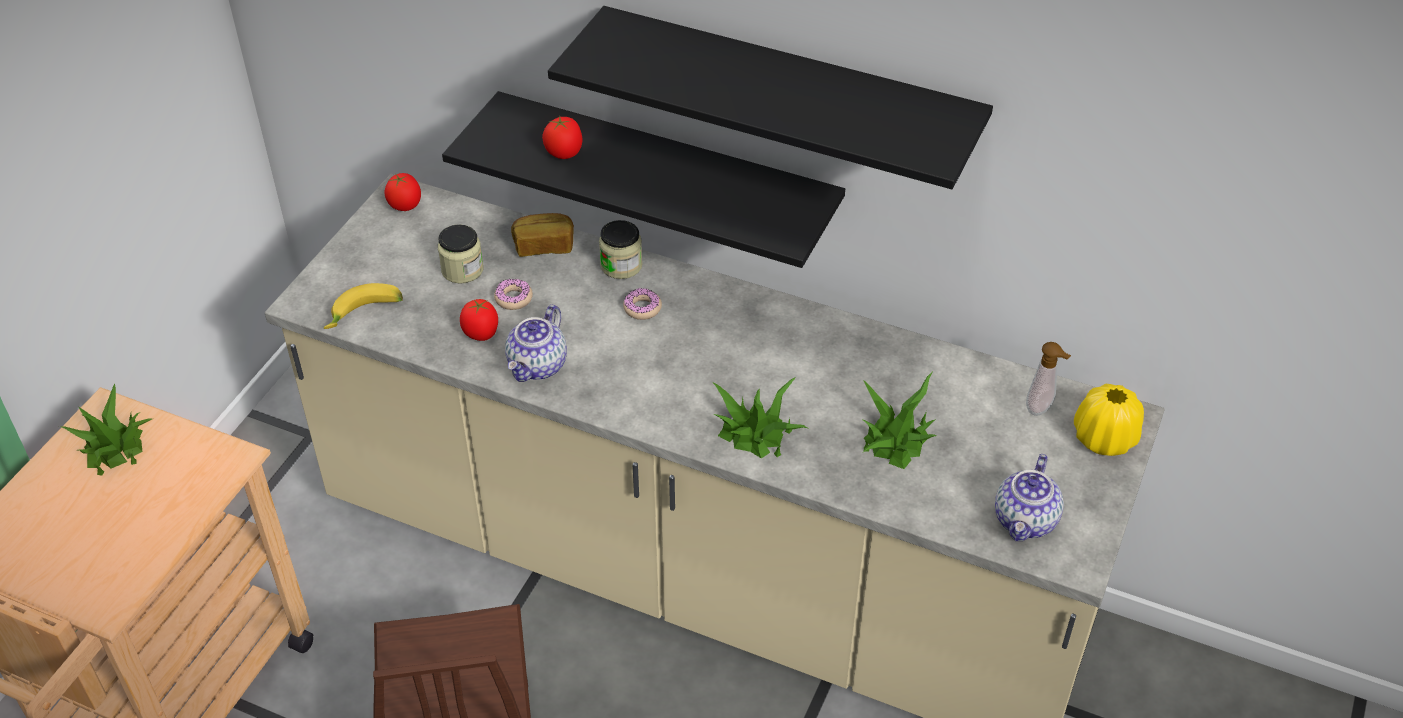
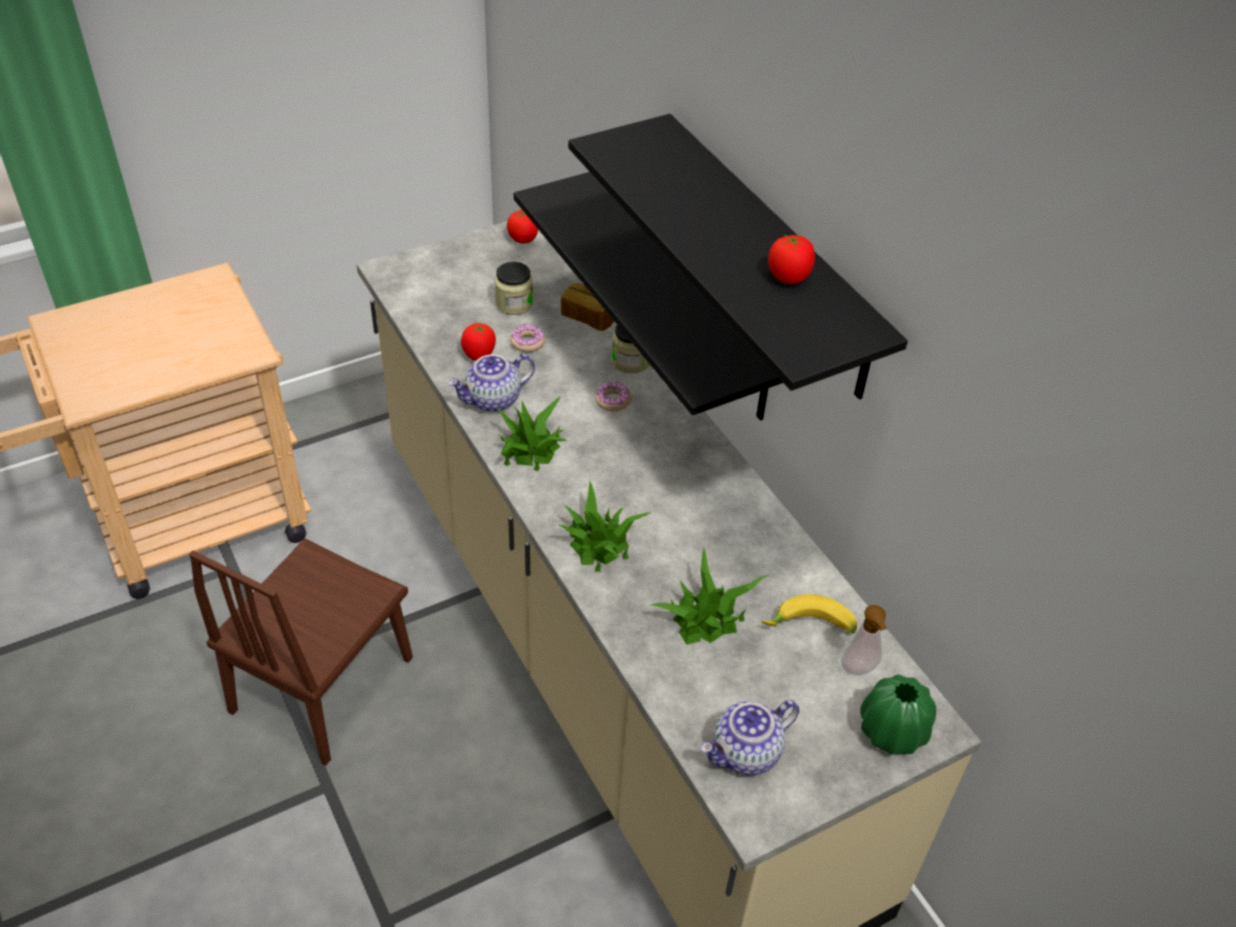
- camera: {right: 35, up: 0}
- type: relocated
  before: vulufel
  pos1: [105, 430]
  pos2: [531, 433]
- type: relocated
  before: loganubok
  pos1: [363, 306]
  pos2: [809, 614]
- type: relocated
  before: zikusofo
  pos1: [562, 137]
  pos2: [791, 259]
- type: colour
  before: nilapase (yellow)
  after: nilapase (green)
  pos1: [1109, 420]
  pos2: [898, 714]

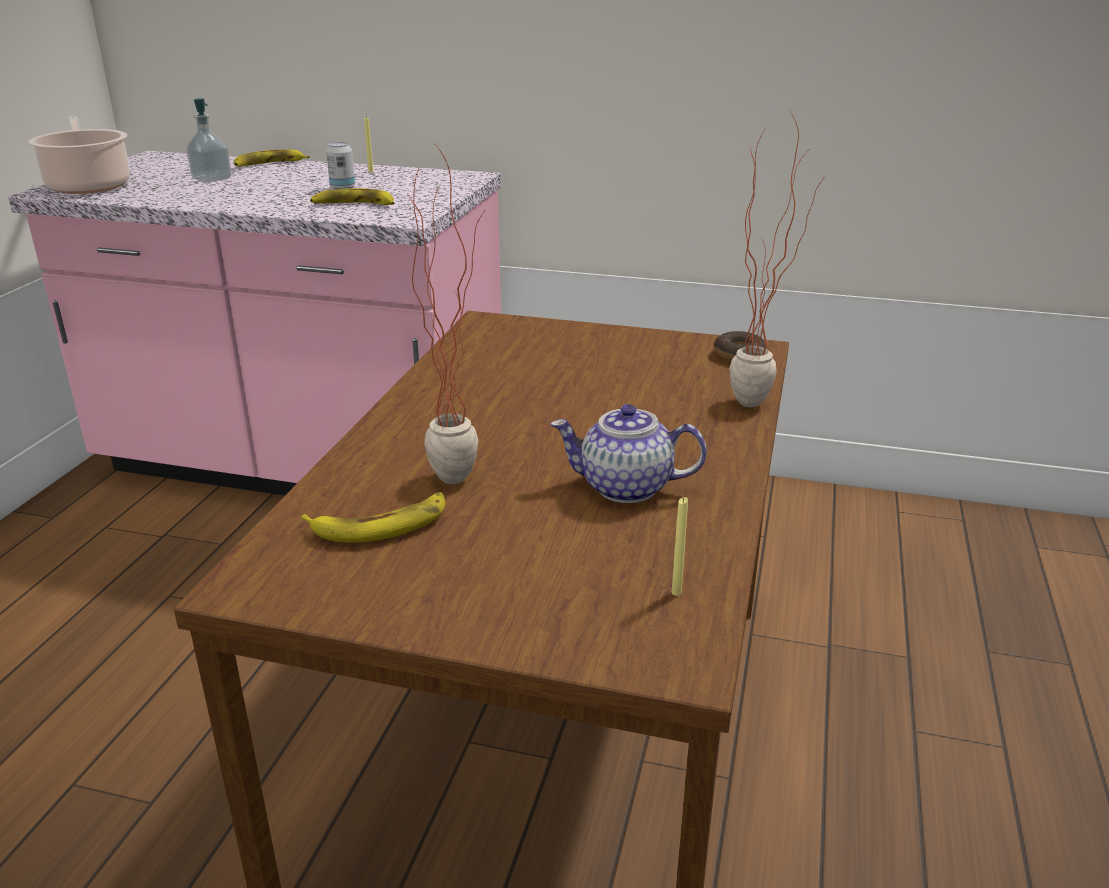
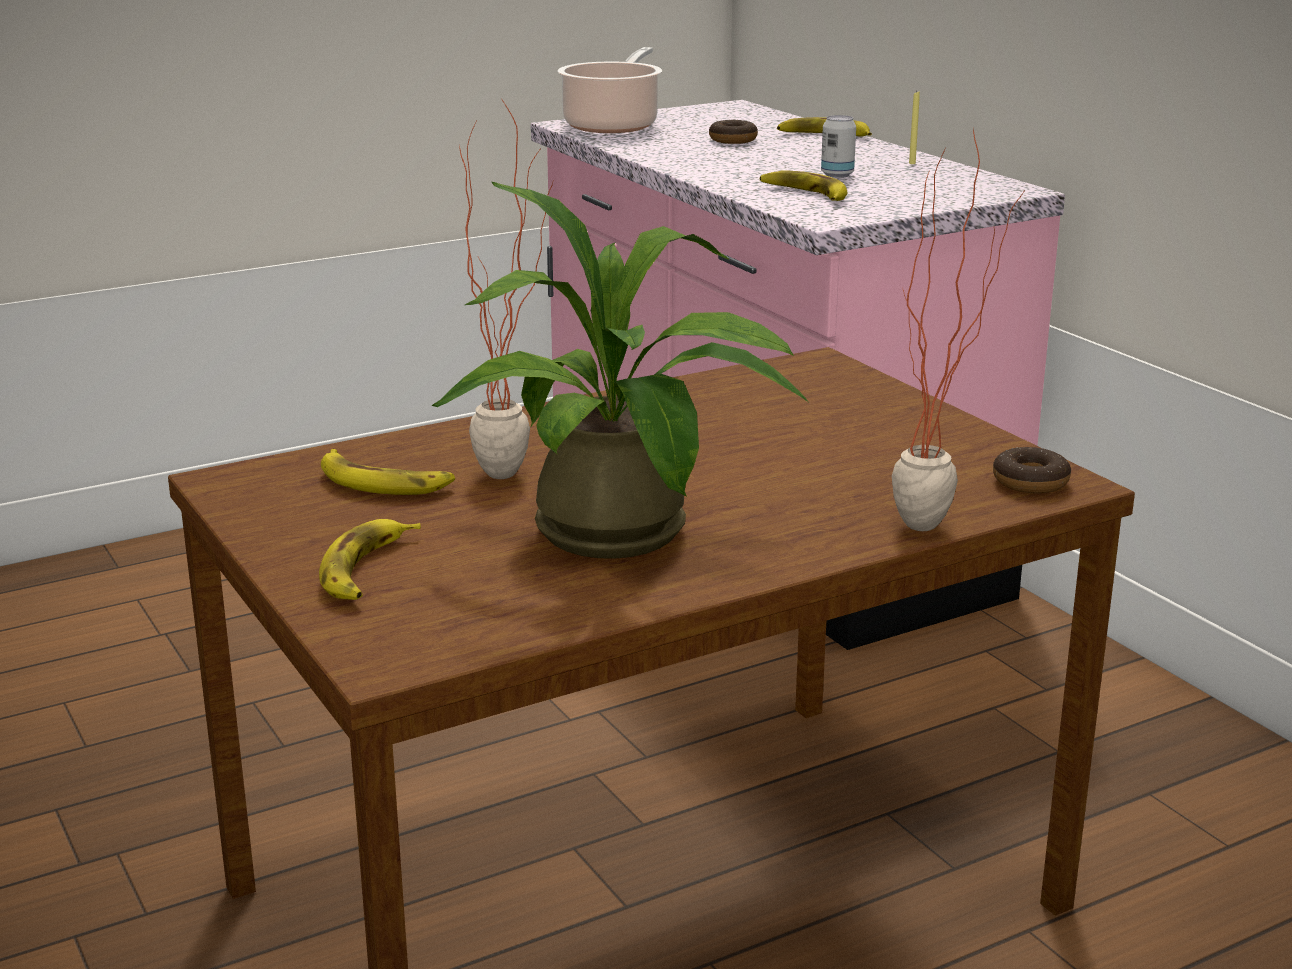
- camera: {right: 45, up: -5}
- type: appeared
  after: loganubok
  pos2: [370, 559]
- type: exchanged
  before: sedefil
  after: vulufel
  pos1: [628, 453]
  pos2: [619, 370]
- type: exchanged
  before: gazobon
  after: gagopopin
  pos1: [209, 140]
  pos2: [733, 132]
- type: missing
  before: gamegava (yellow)
  pos1: [680, 546]

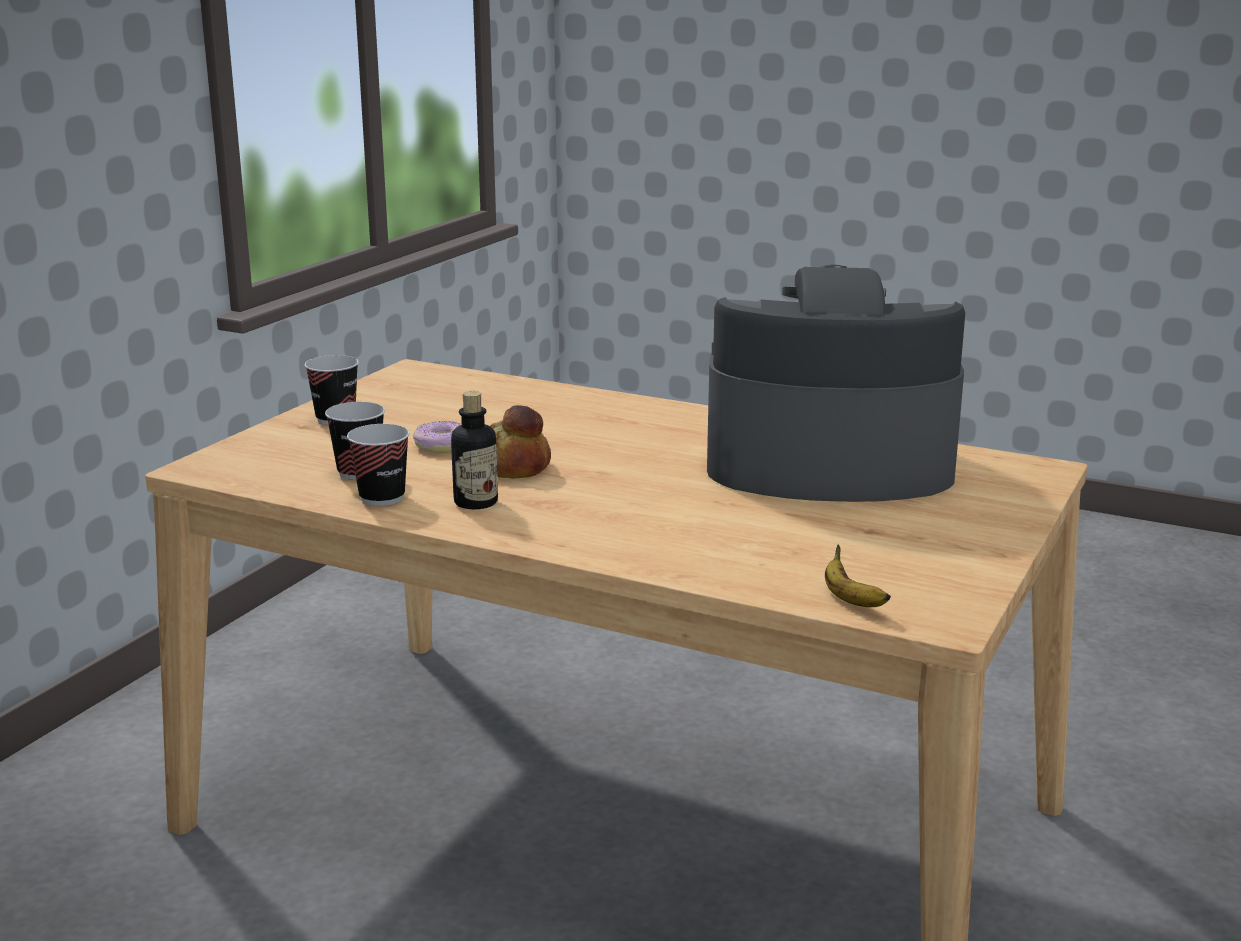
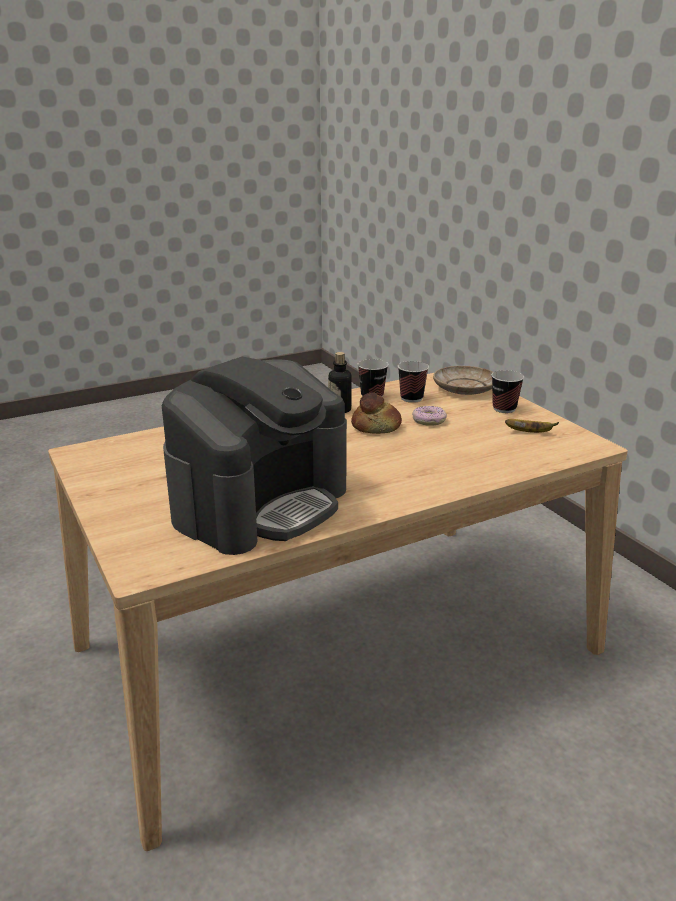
- camera: {right: 125, up: 5}
- type: appeared
  after: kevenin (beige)
  pos2: [463, 380]
- type: relocated
  before: loganubok
  pos1: [858, 576]
  pos2: [532, 426]

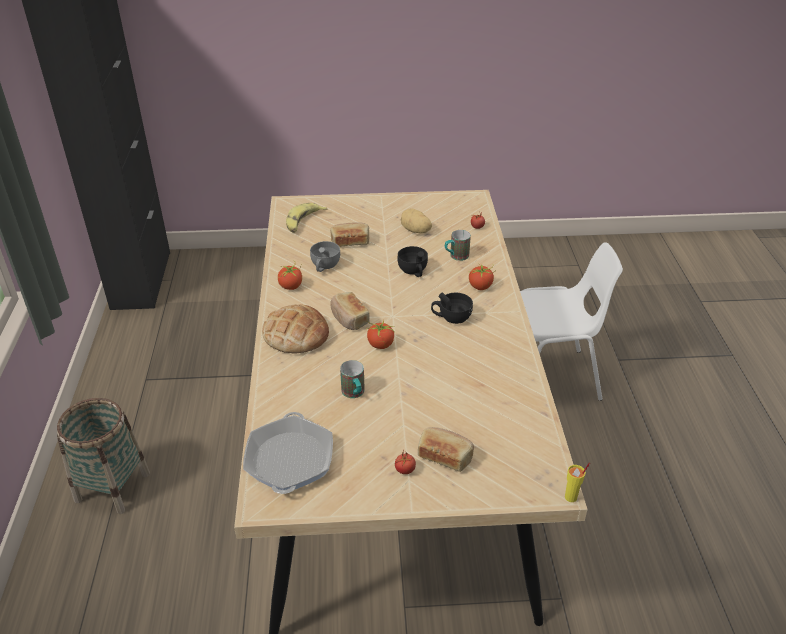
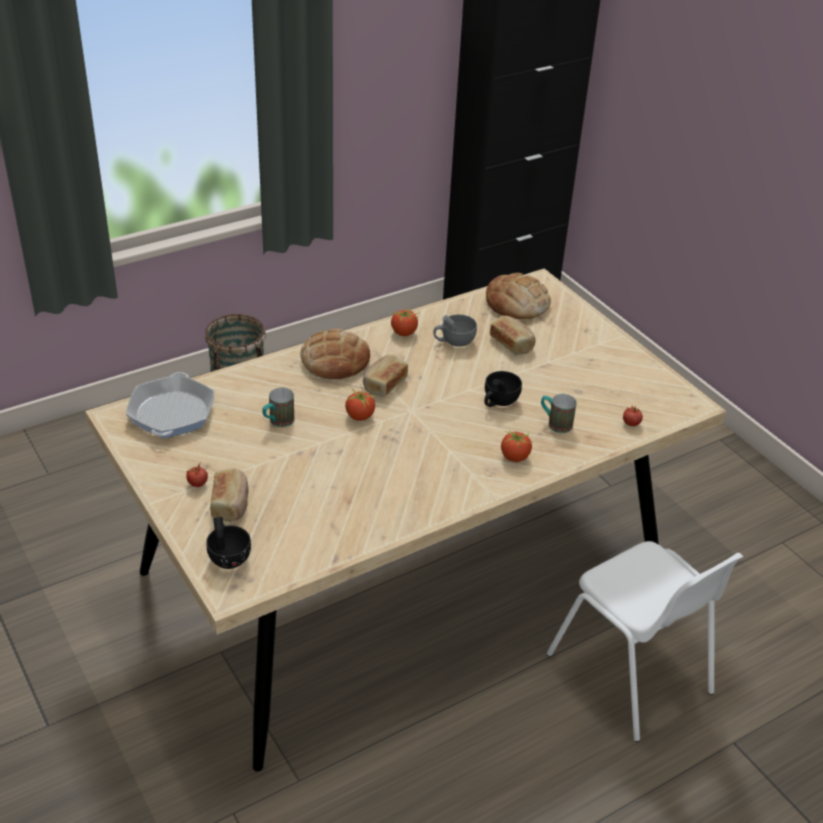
- camera: {right: 60, up: 0}
- type: spun
  before: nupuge
  pos1: [288, 453]
  pos2: [170, 405]
  turn: -60
- type: relocated
  before: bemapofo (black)
  pos1: [452, 308]
  pos2: [228, 543]
- type: exchanged
  before: loganubok
  after: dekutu
  pos1: [306, 218]
  pos2: [518, 296]
- type: missing
  before: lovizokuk
  pos1: [416, 221]
- type: missing
  before: bemapofo (yellow)
  pos1: [577, 482]

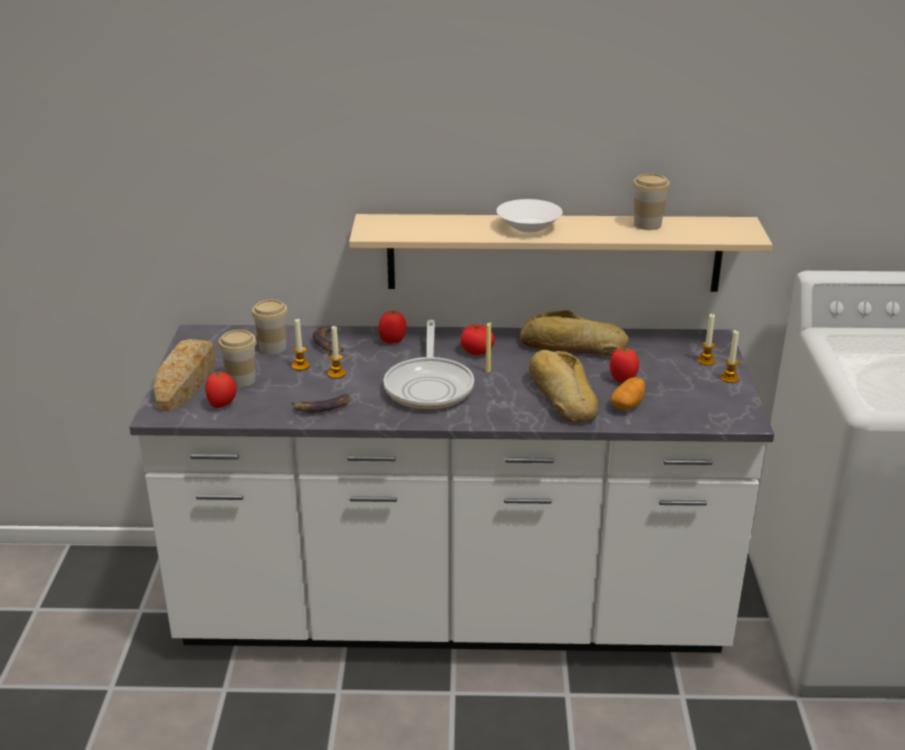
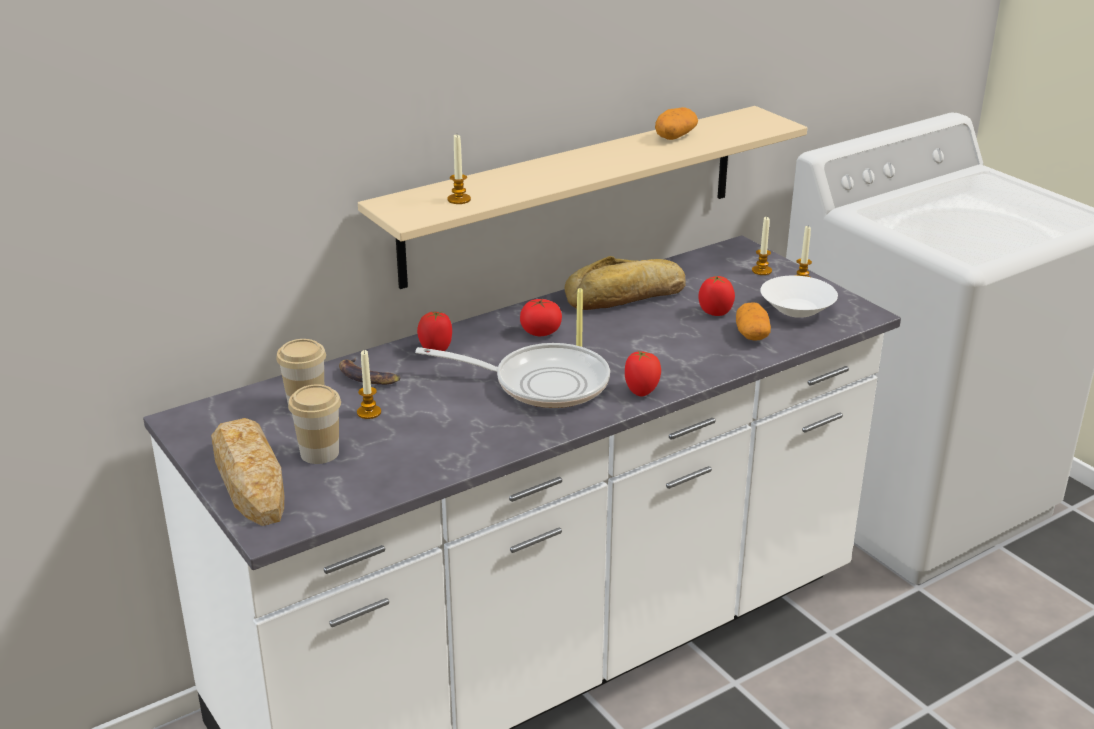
- camera: {right: -35, up: 0}
- type: spun
  before: nupuge
  pos1: [429, 364]
  pos2: [512, 375]
  turn: -45
- type: relocated
  before: gamegava
  pos1: [337, 352]
  pos2: [459, 169]
- type: relocated
  before: zikusofo
  pos1: [221, 390]
  pos2: [643, 373]
- type: exchanged
  before: bemapofo
  after: lovizokuk
  pos1: [651, 202]
  pos2: [676, 123]
- type: relocated
  before: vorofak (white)
  pos1: [530, 215]
  pos2: [799, 297]
- type: missing
  before: loganubok
  pos1: [320, 403]
- type: missing
  before: dekutu
  pos1: [563, 386]

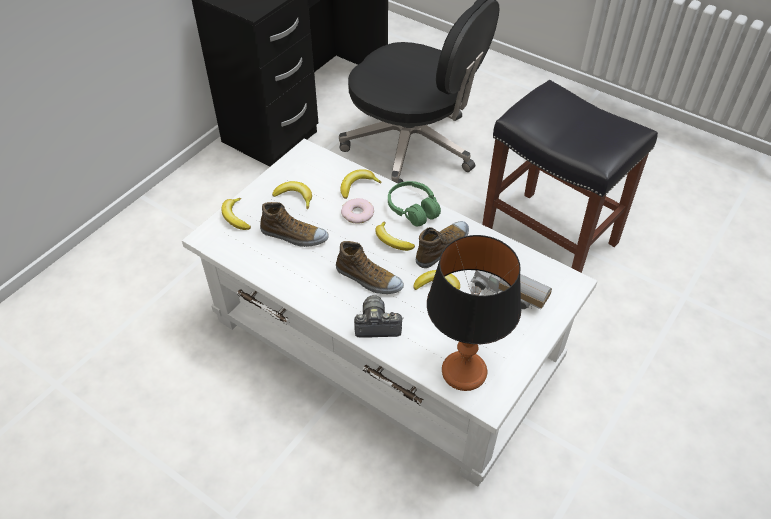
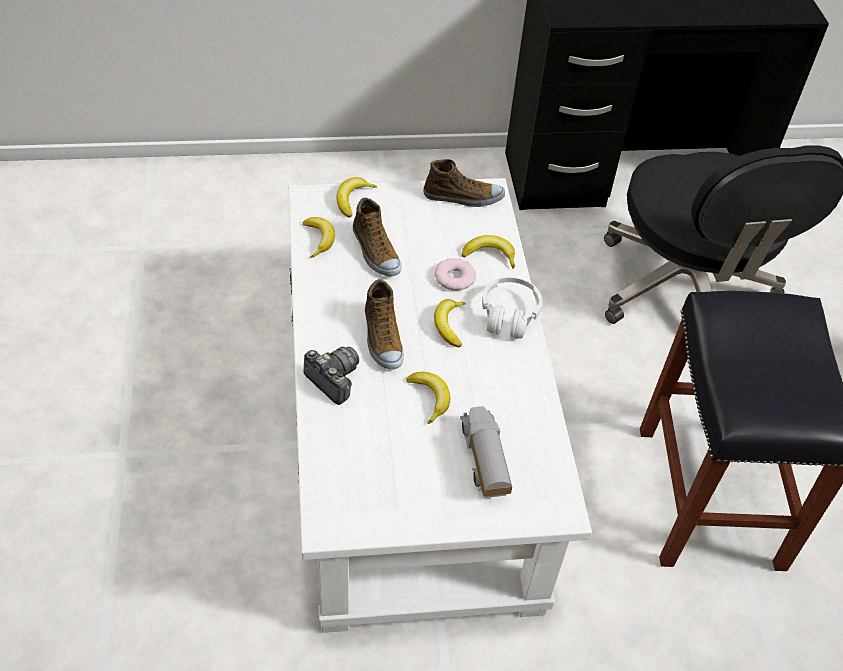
- camera: {right: 45, up: 0}
- type: relocated
  before: loganubok
  pos1: [292, 195]
  pos2: [318, 237]
- type: relocated
  before: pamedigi
  pos1: [442, 244]
  pos2: [464, 183]
- type: colour
  before: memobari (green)
  after: memobari (white)
  pos1: [414, 203]
  pos2: [512, 308]
- type: missing
  before: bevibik
  pos1: [474, 313]

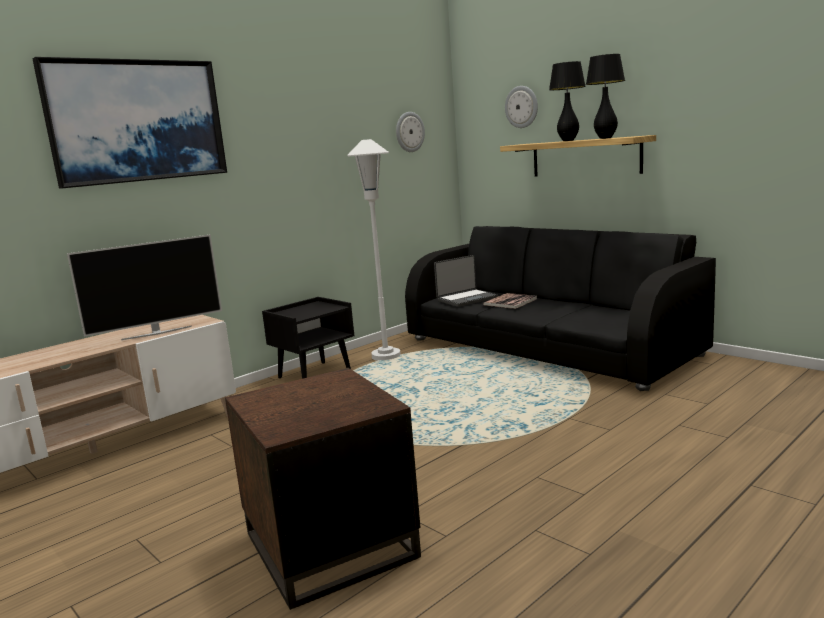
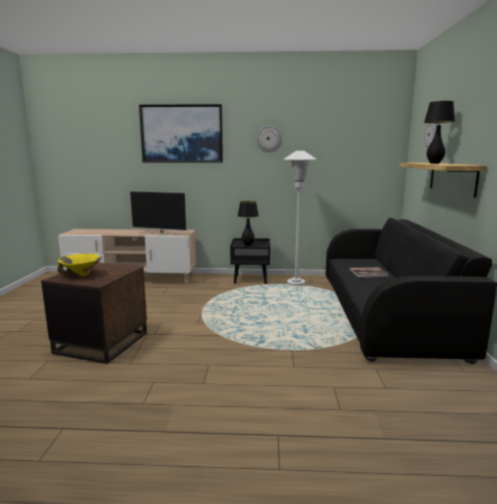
- camera: {right: 45, up: 0}
- type: appeared
  after: vorofak (yellow)
  pos2: [79, 265]
- type: relocated
  before: bevibik (black)
  pos1: [605, 96]
  pos2: [248, 223]
- type: relocated
  before: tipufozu
  pos1: [410, 132]
  pos2: [269, 138]
- type: missing
  before: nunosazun
  pos1: [466, 281]

